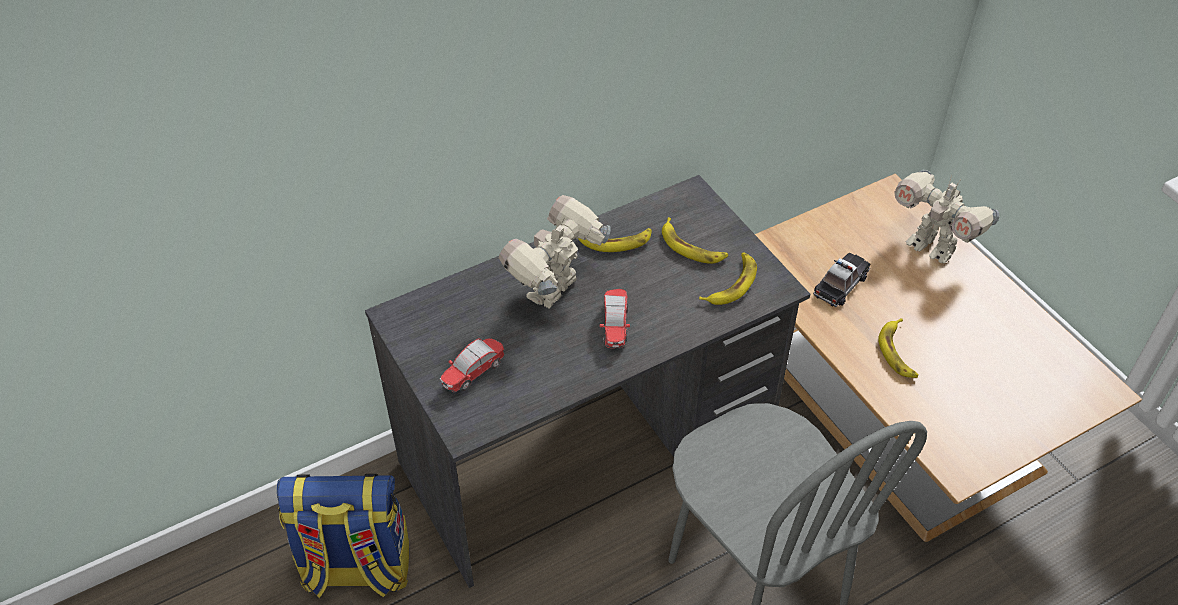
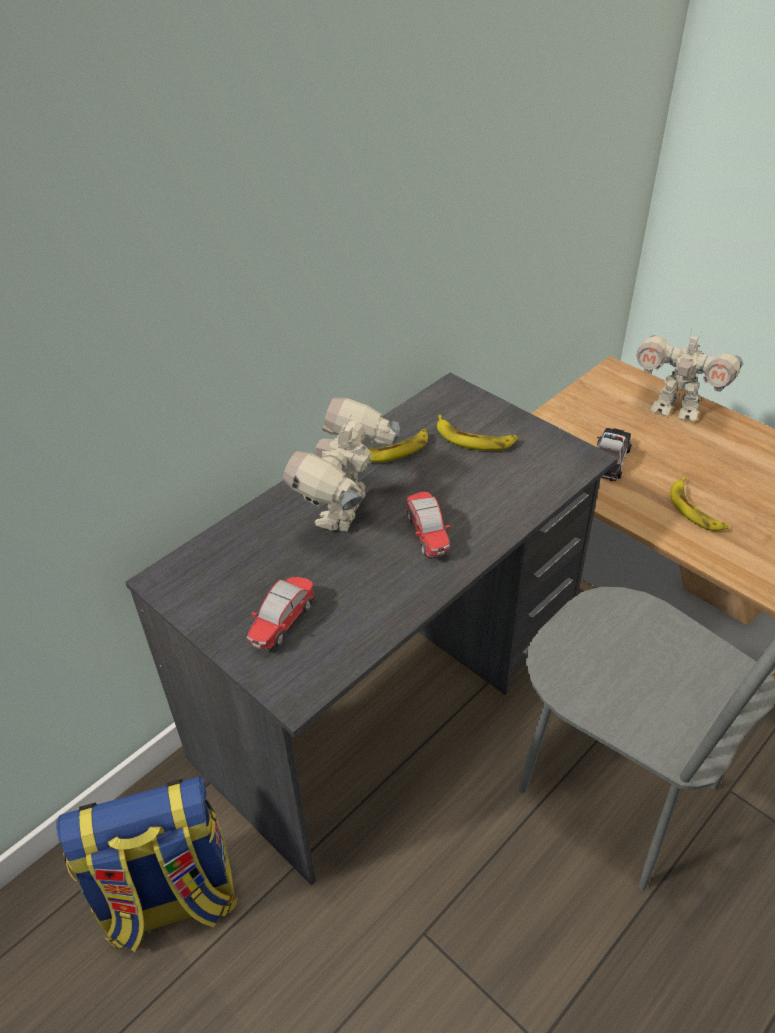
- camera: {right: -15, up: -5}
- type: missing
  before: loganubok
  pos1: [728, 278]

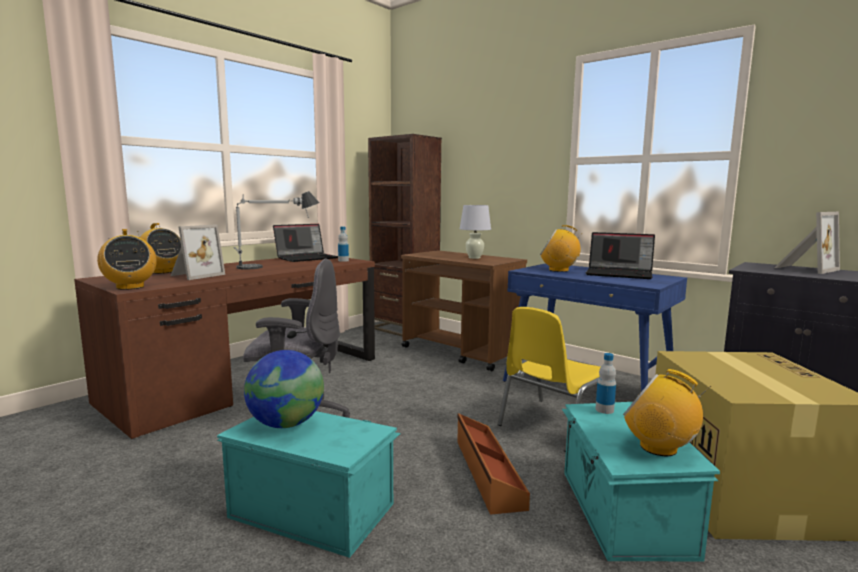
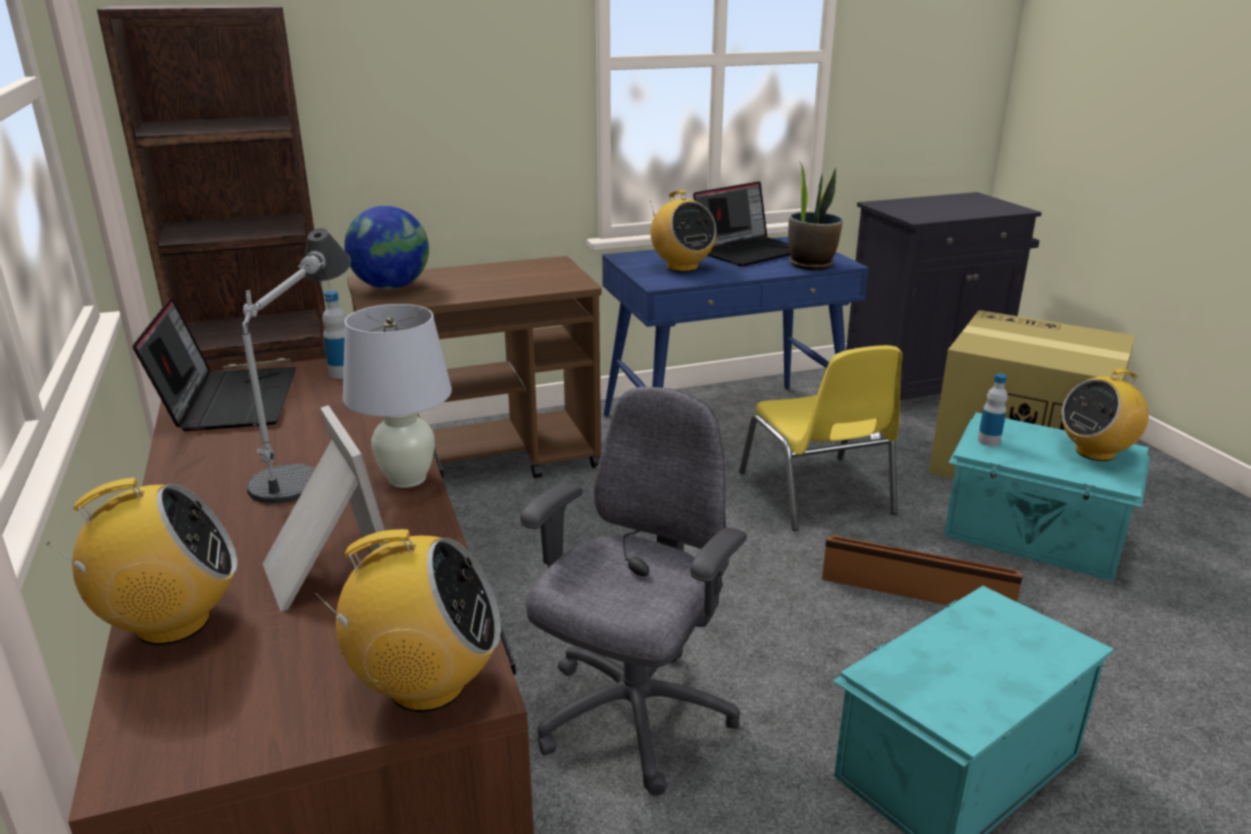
- camera: {right: -60, up: 15}
- type: relocated
  before: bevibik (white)
  pos1: [475, 232]
  pos2: [397, 396]
- type: relocated
  before: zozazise
  pos1: [284, 389]
  pos2: [386, 247]
- type: spun
  before: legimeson
  pos1: [560, 248]
  pos2: [683, 231]
  turn: -75
- type: appeared
  after: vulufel
  pos2: [815, 215]
- type: missing
  before: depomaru
  pos1: [807, 243]

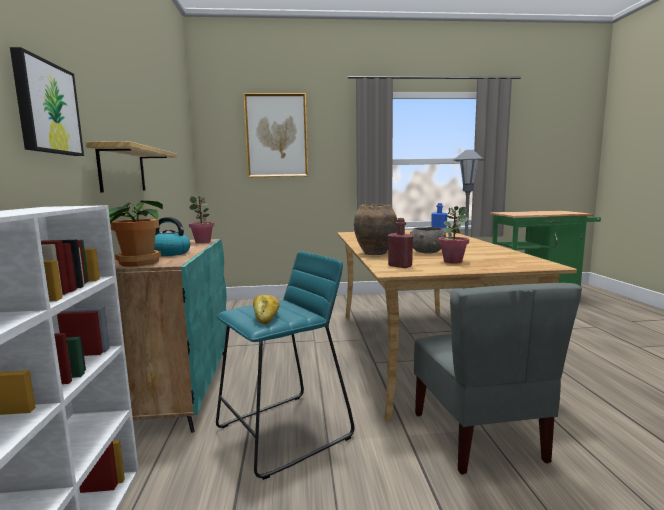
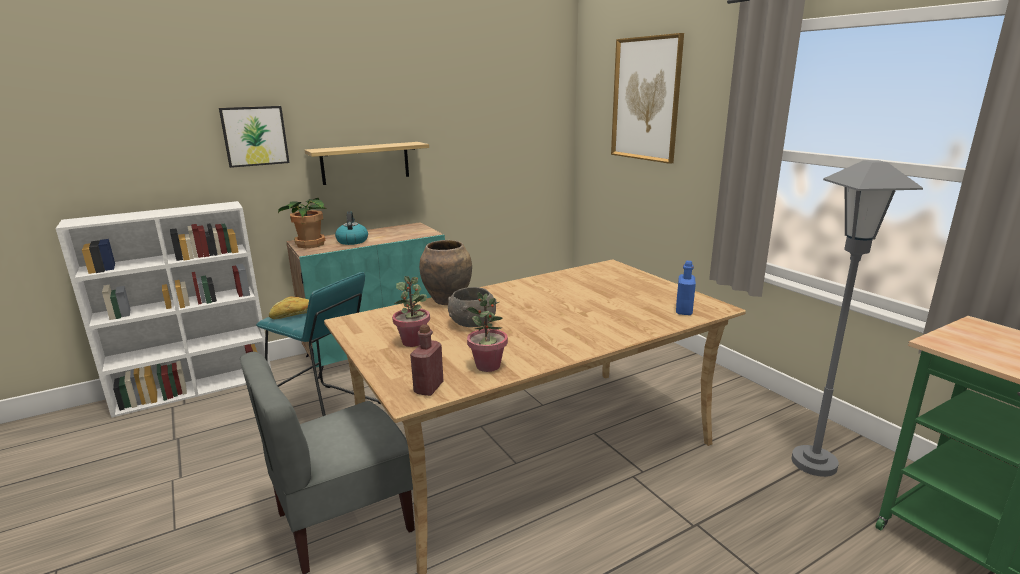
- camera: {right: 65, up: 10}
- type: relocated
  before: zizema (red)
  pos1: [400, 243]
  pos2: [426, 360]
- type: relocated
  before: vulufel
  pos1: [201, 219]
  pos2: [487, 332]

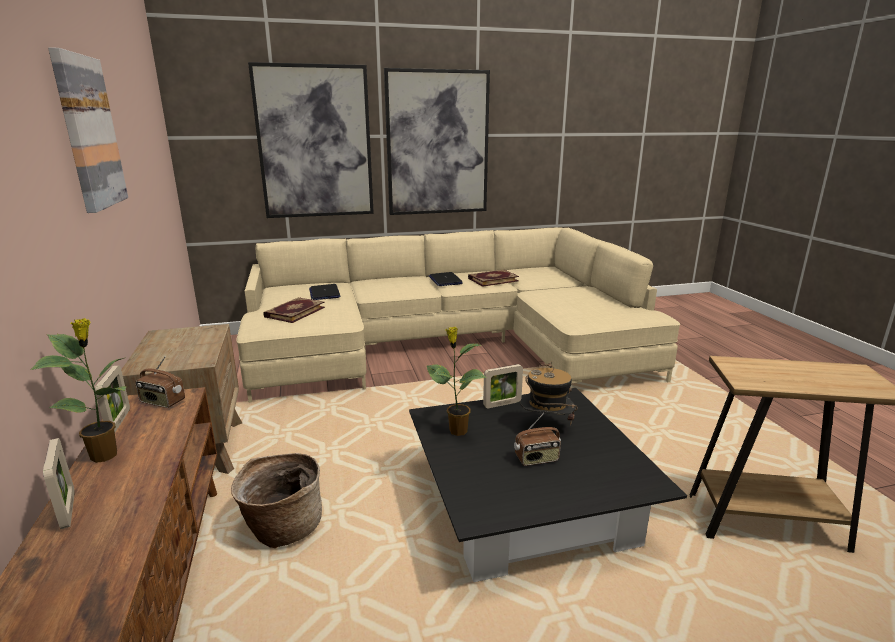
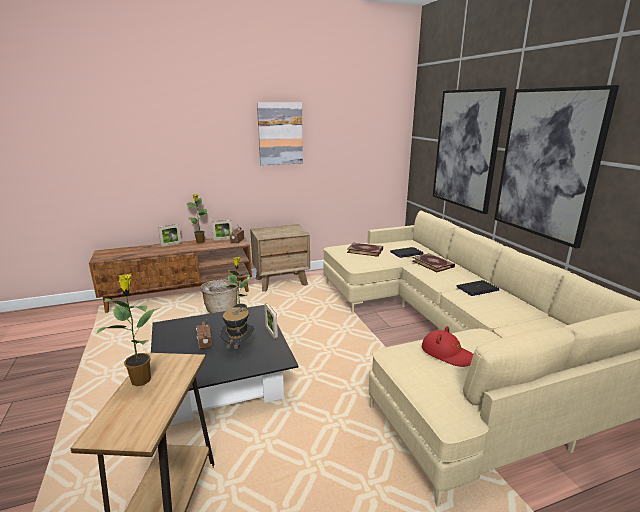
- camera: {right: 85, up: 0}
- type: appeared
  after: vulufel
  pos2: [128, 330]
- type: relocated
  before: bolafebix
  pos1: [493, 278]
  pos2: [433, 262]
- type: appeared
  after: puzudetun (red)
  pos2: [447, 346]

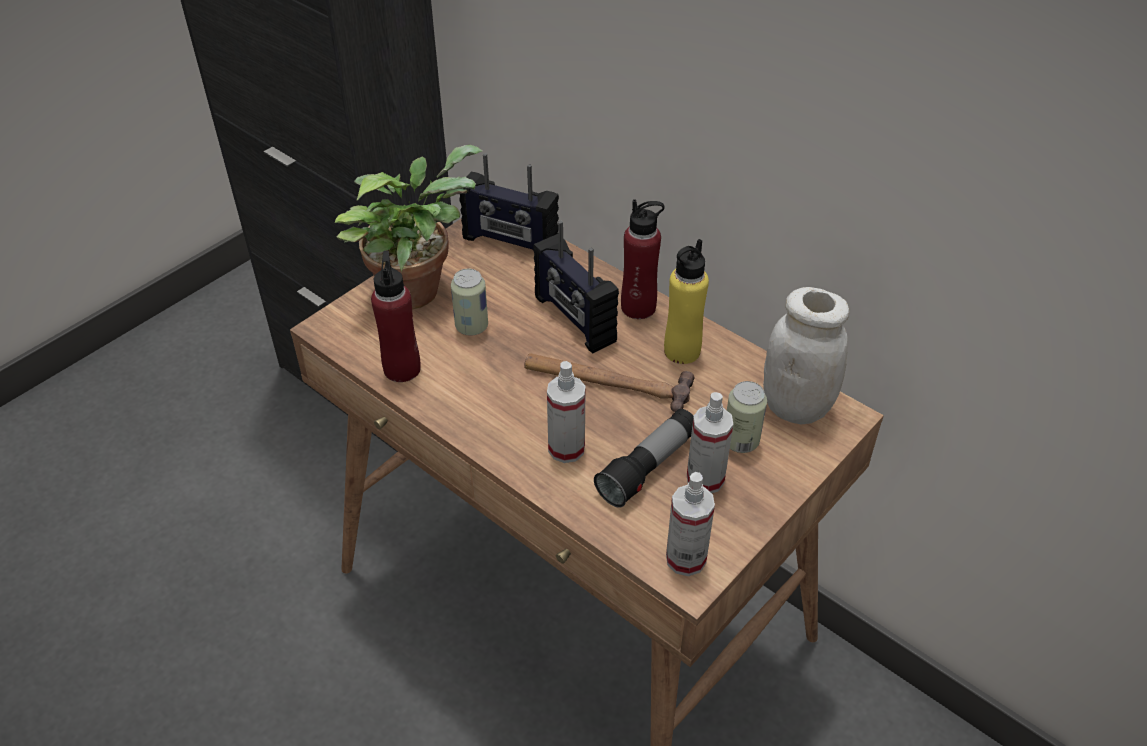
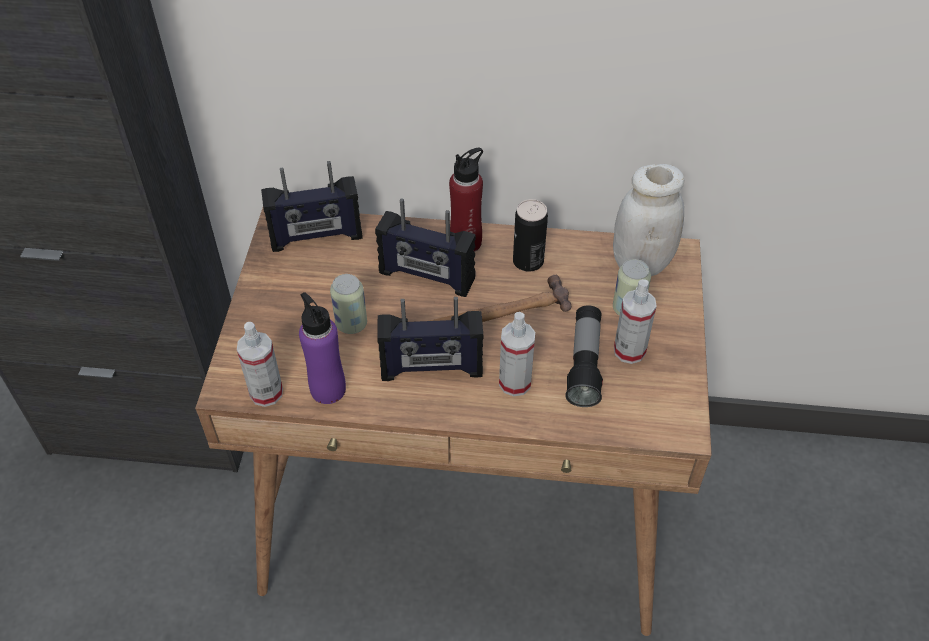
- camera: {right: -35, up: 5}
- type: relocated
  before: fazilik
  pos1: [690, 524]
  pos2: [260, 364]
- type: colour
  before: zizema (red)
  after: zizema (purple)
  pos1: [396, 316]
  pos2: [322, 348]
- type: appeared
  after: legimeson
  pos2: [430, 339]
- type: exchanged
  before: zizema (yellow)
  after: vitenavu
  pos1: [686, 301]
  pos2: [530, 235]
- type: missing
  before: vulufel
  pos1: [408, 227]

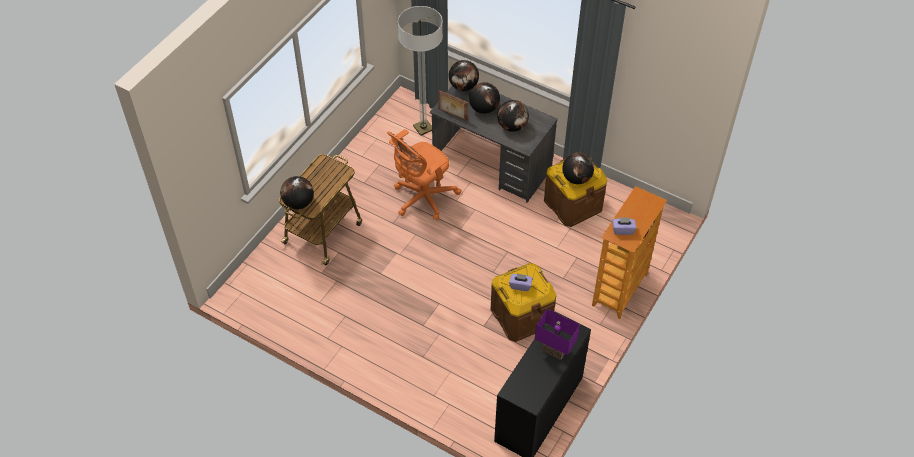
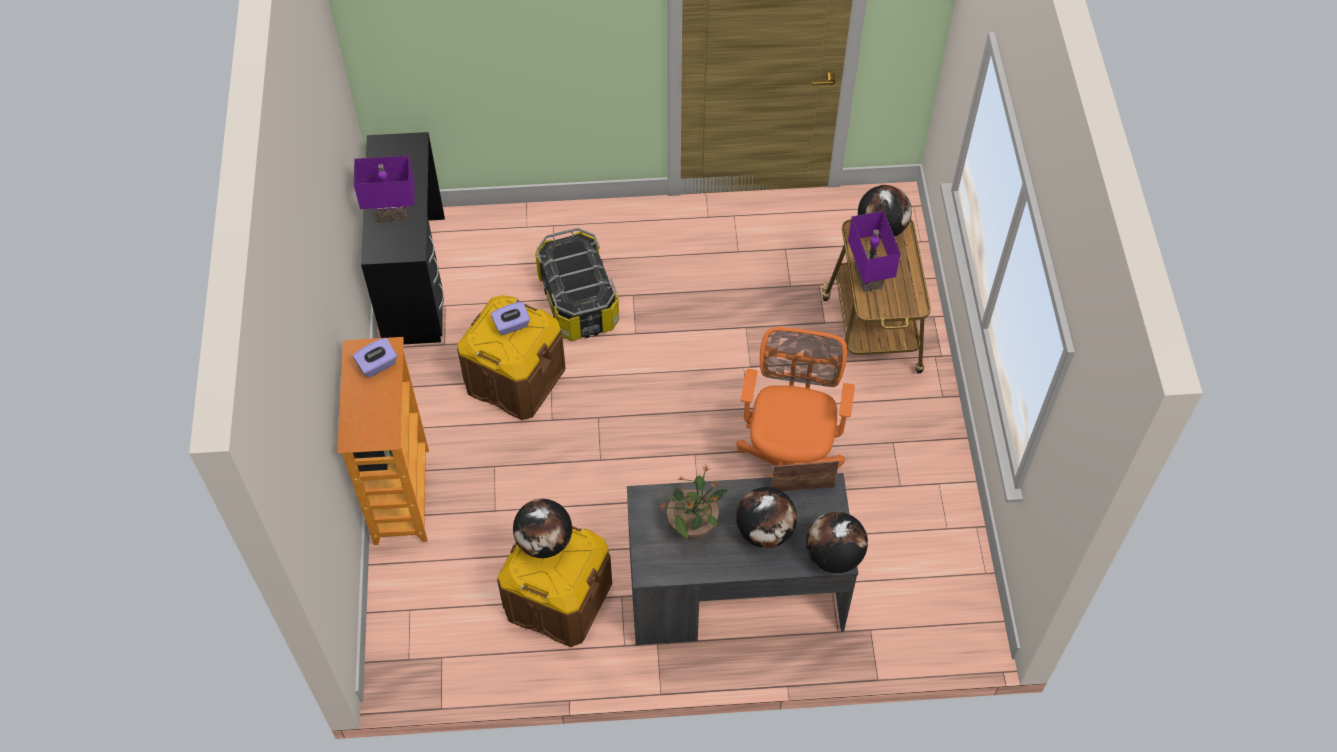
- camera: {right: 145, up: 5}
- type: appeared
  after: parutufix
  pos2: [577, 284]
- type: exchanged
  before: zozazise
  after: vulufel
  pos1: [513, 116]
  pos2: [694, 501]
- type: appeared
  after: bevibik (purple)
  pos2: [874, 251]
- type: missing
  before: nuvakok
  pos1: [420, 71]

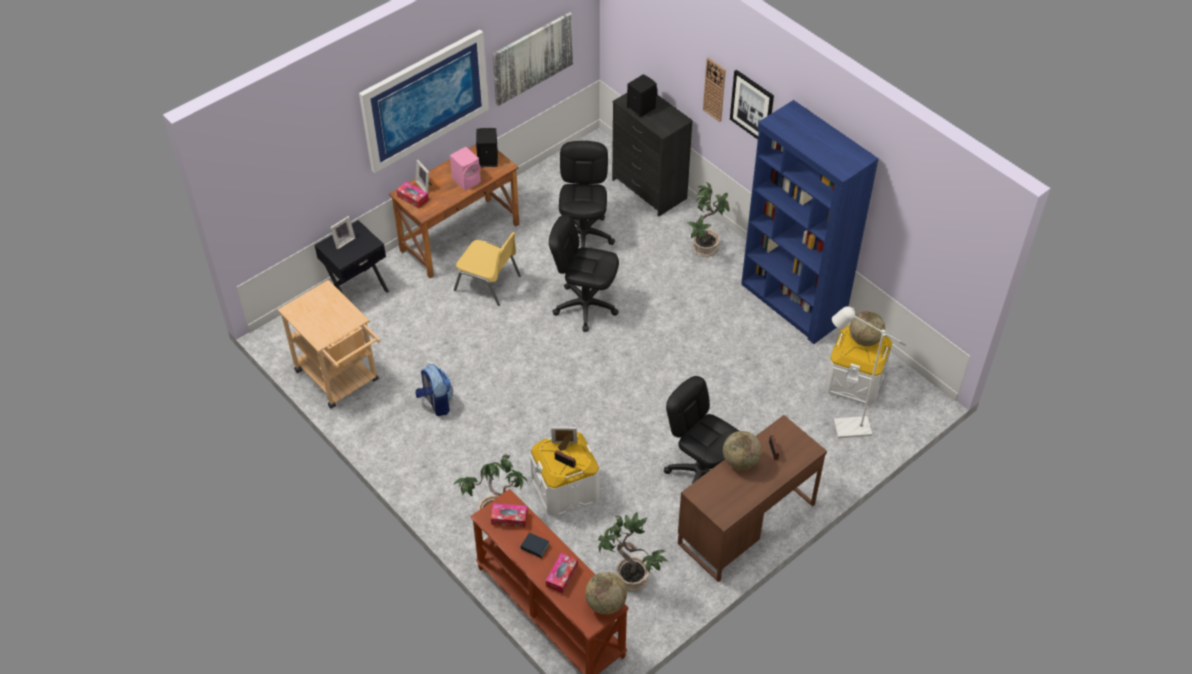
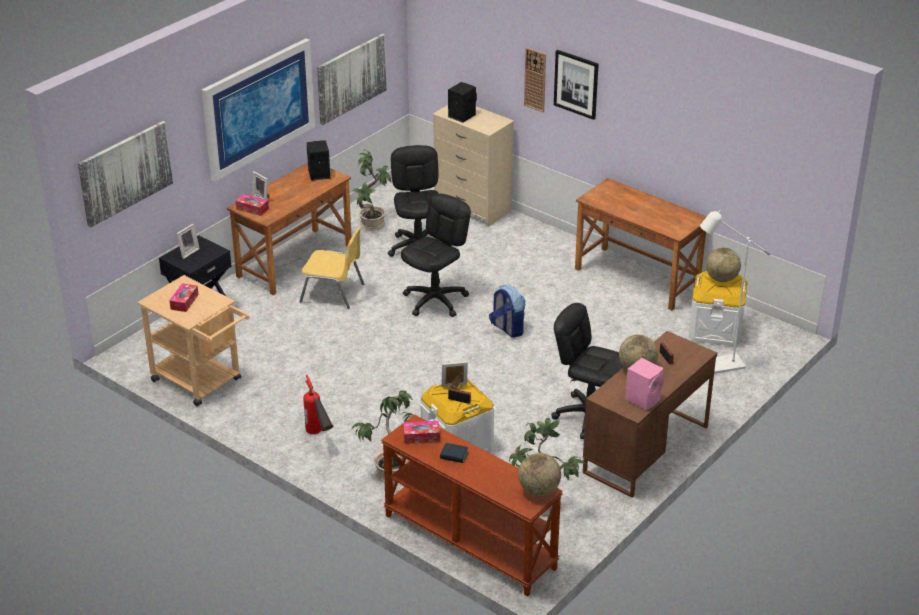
- camera: {right: -10, up: -15}
- type: appeared
  after: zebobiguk
  pos2: [125, 174]
- type: relocated
  before: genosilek
  pos1: [562, 573]
  pos2: [183, 297]
- type: appeared
  after: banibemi
  pos2: [318, 404]
- type: relocated
  before: vulufel
  pos1: [708, 219]
  pos2: [371, 190]
- type: spun
  before: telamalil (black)
  pos1: [584, 273]
  pos2: [436, 255]
  turn: 120
- type: colour
  before: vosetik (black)
  after: vosetik (beige)
  pos1: [652, 155]
  pos2: [473, 166]
- type: relocated
  before: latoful
  pos1: [434, 390]
  pos2: [507, 311]
- type: exchanged
  before: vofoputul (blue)
  after: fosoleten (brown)
  pos1: [810, 222]
  pos2: [641, 244]
- type: relocated
  before: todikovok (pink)
  pos1: [465, 168]
  pos2: [644, 384]

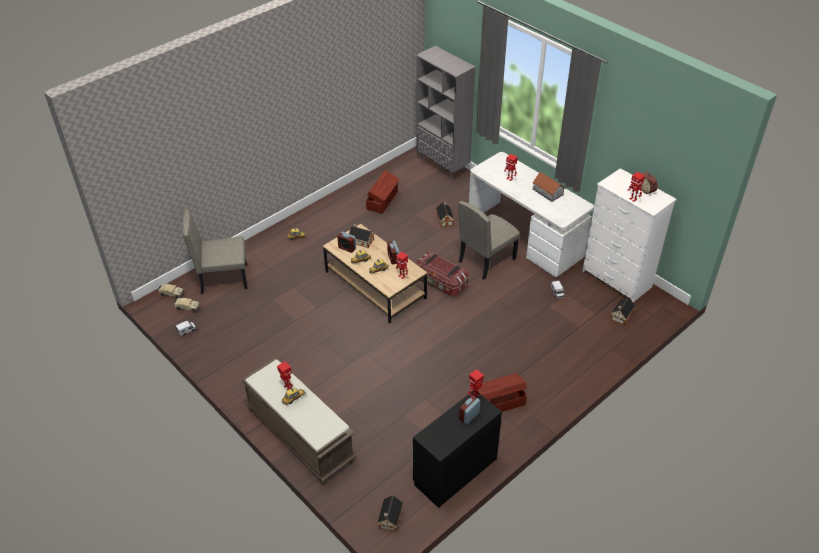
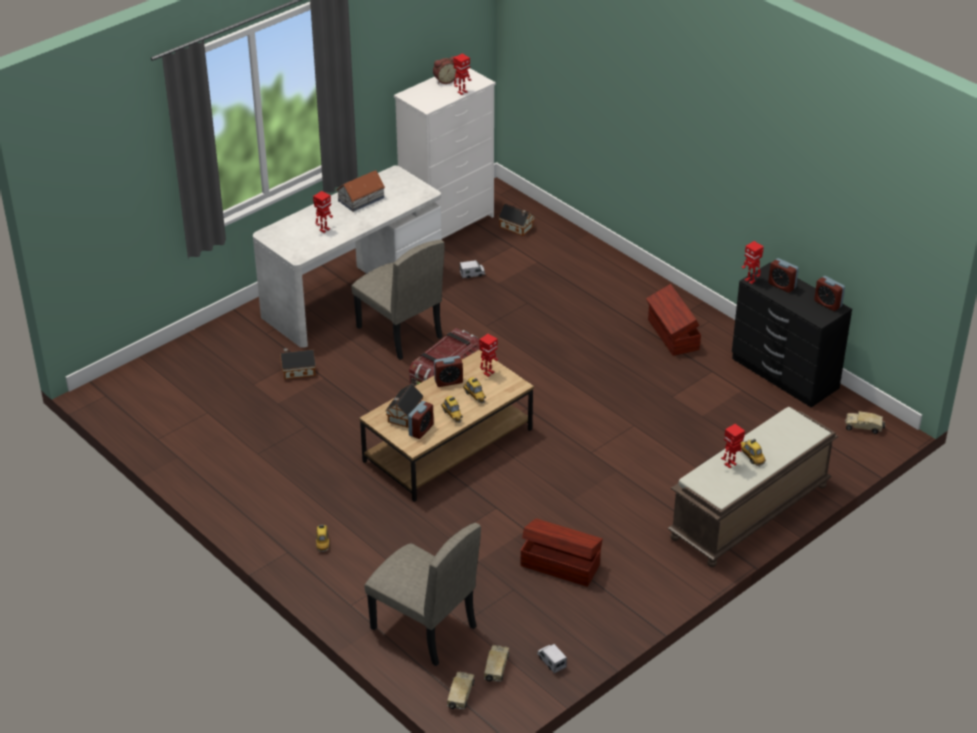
- camera: {right: -90, up: -5}
- type: spun
  before: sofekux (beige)
  pos1: [215, 251]
  pos2: [423, 594]
  turn: -45
- type: relocated
  before: parutufix (brown)
  pos1: [383, 192]
  pos2: [562, 553]
- type: appeared
  after: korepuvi
  pos2: [829, 293]
- type: exchanged
  before: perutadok
  after: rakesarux
  pos1: [390, 513]
  pos2: [865, 422]
- type: missing
  before: vofoputul (grey)
  pos1: [446, 113]

